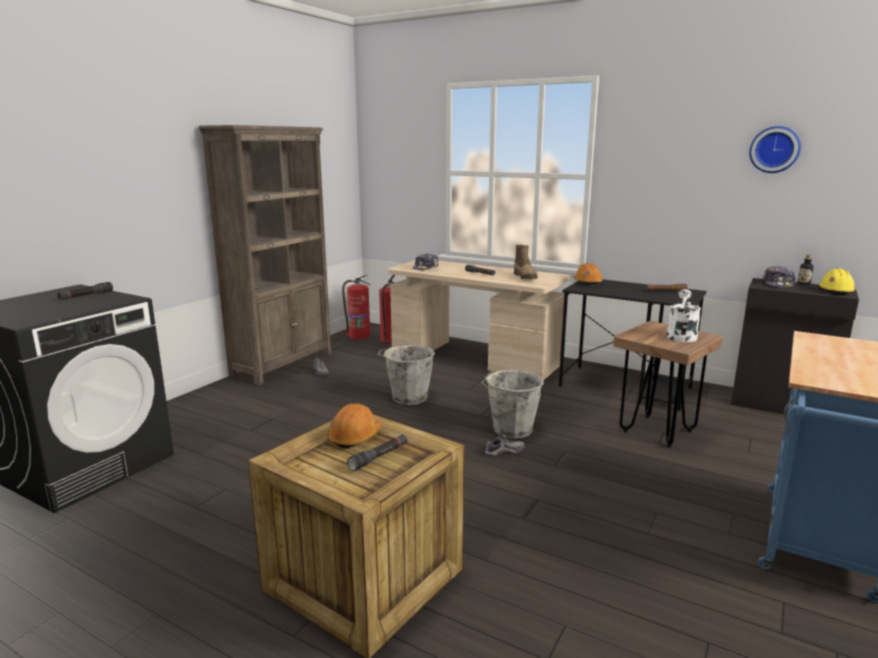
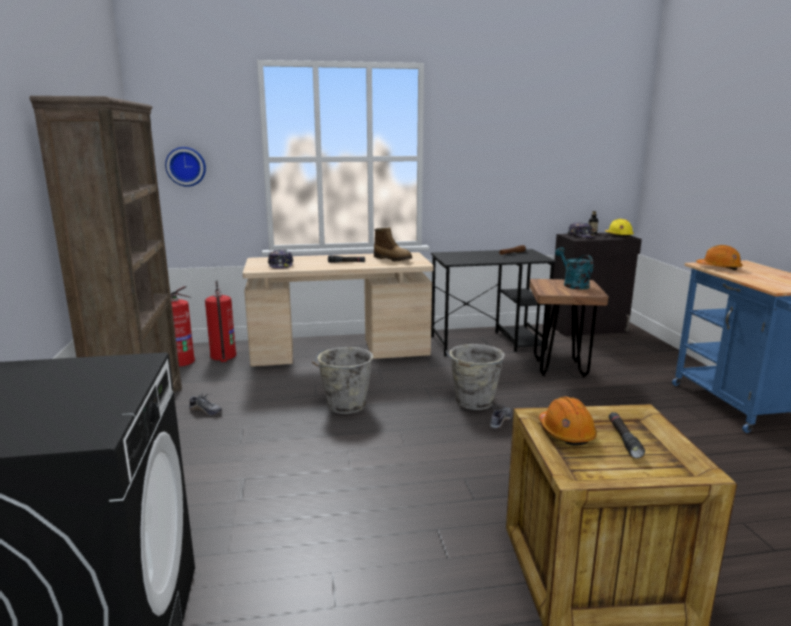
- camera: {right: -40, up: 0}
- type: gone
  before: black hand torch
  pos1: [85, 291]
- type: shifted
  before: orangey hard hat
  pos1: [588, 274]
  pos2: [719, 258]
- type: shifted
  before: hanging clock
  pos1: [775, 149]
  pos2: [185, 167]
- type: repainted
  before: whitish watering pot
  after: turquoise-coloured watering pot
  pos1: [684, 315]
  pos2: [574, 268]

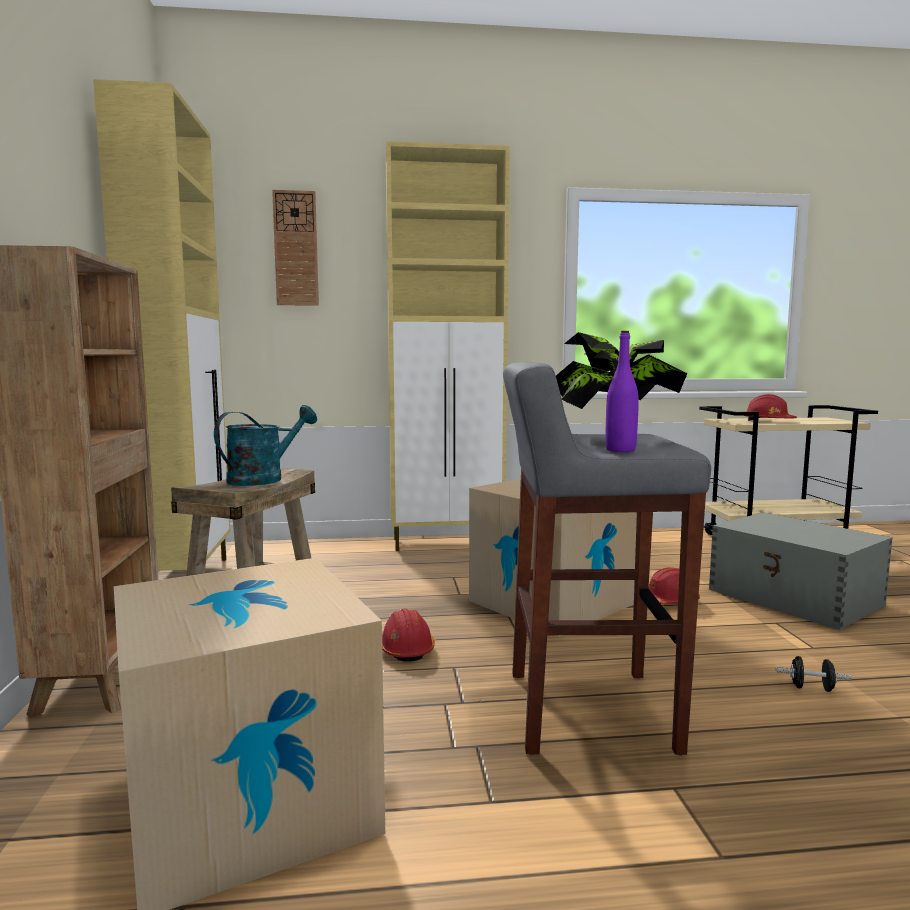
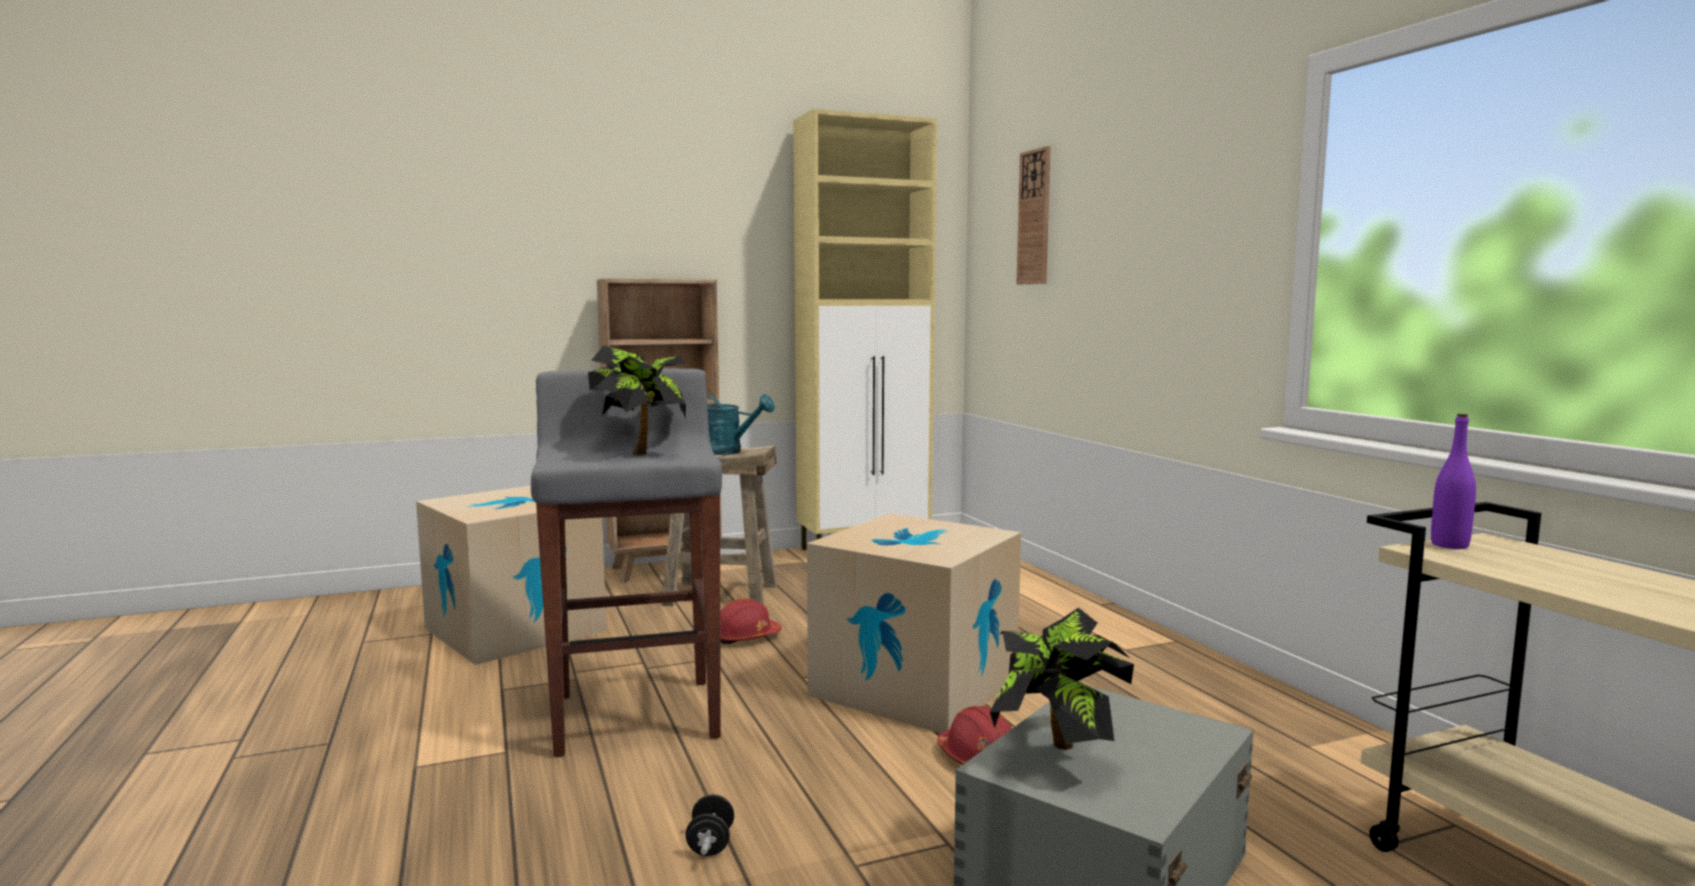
- camera: {right: 75, up: 0}
- type: gone
  before: sand-coloured cabinet
  pos1: [448, 346]
- type: gone
  before: red hard hat
  pos1: [770, 407]
- type: new
  after: potted plant
  pos2: [1062, 679]
- type: shifted
  before: purplish beverage bottle
  pos1: [622, 391]
  pos2: [1453, 481]

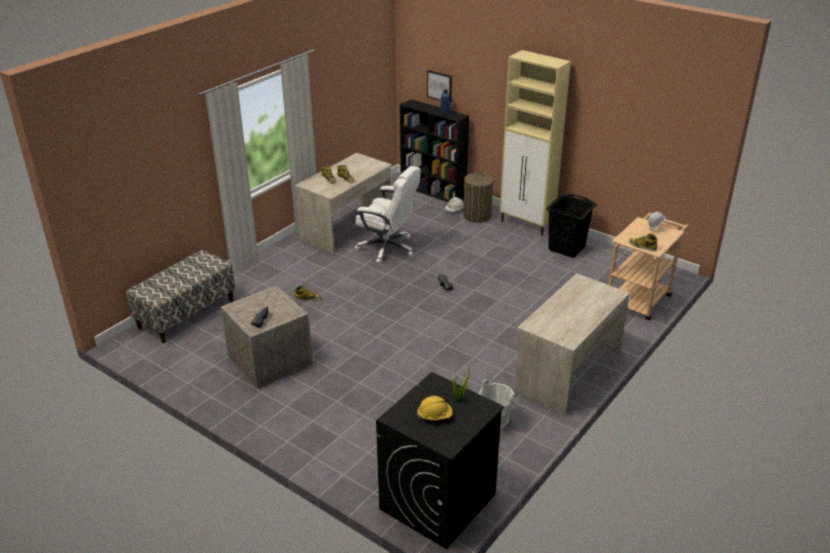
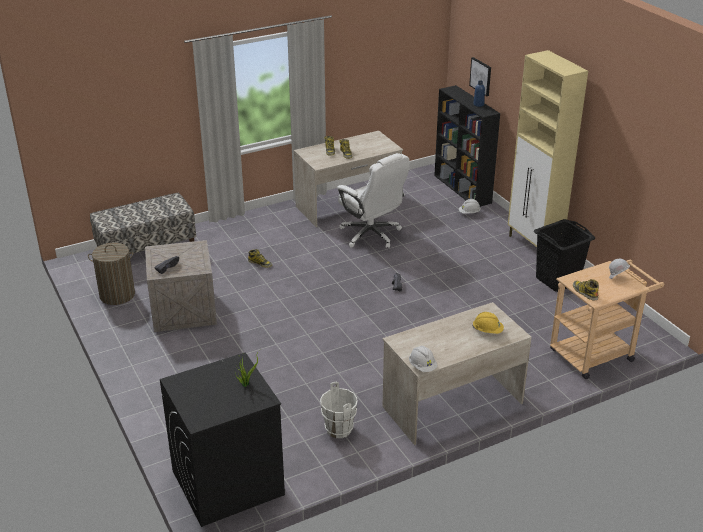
- camera: {right: 25, up: 0}
- type: new
  after: whitish hard hat
  pos2: [423, 359]
- type: shifted
  before: yellowish hard hat
  pos1: [434, 408]
  pos2: [488, 323]
- type: shifted
  before: hamper
  pos1: [479, 198]
  pos2: [111, 274]

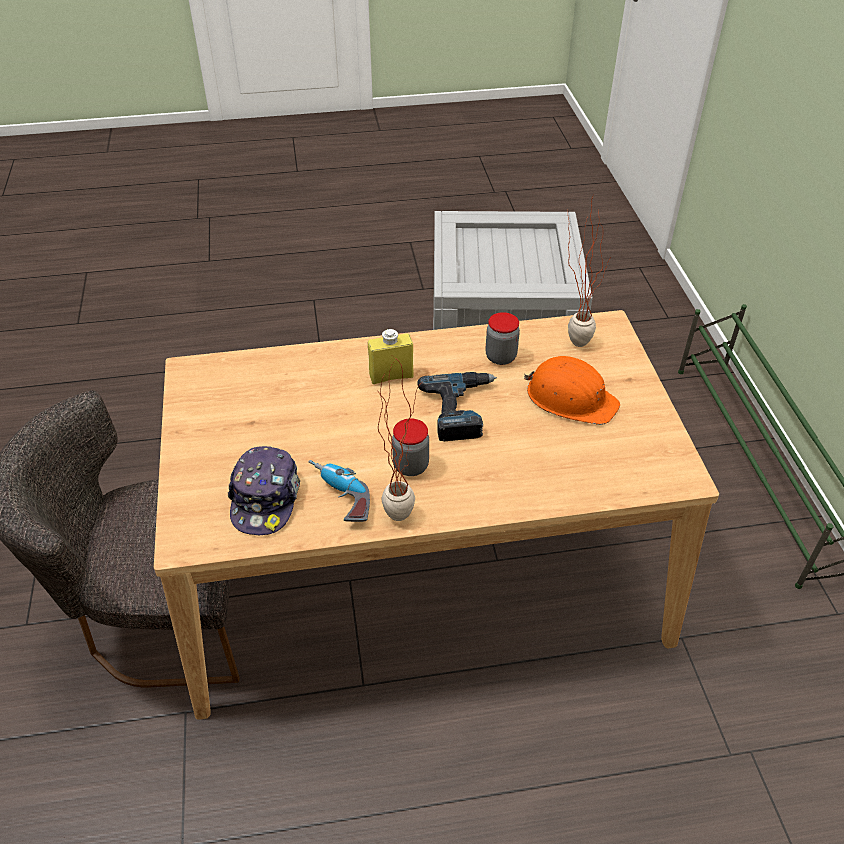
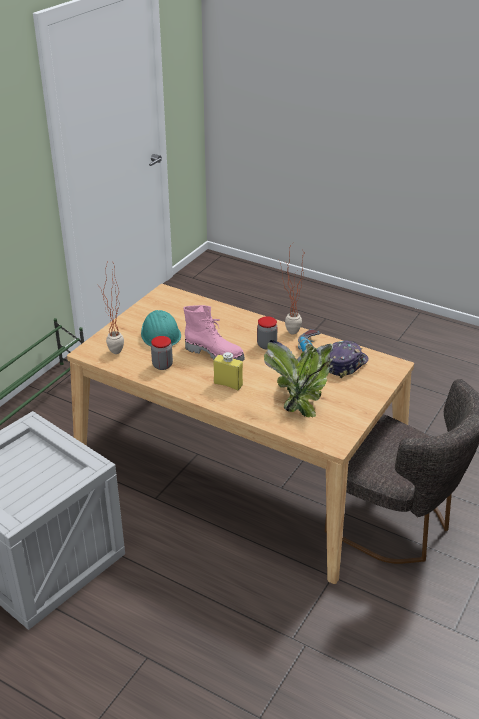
- camera: {right: -140, up: -10}
- type: new
  after: potted plant
  pos2: [299, 378]
- type: swapped
  before: drill
  after: pink boot
  pos1: [457, 406]
  pos2: [214, 333]
- type: repainted
  before: orangey hard hat
  after: turquoise-coloured hard hat
  pos1: [572, 390]
  pos2: [161, 328]

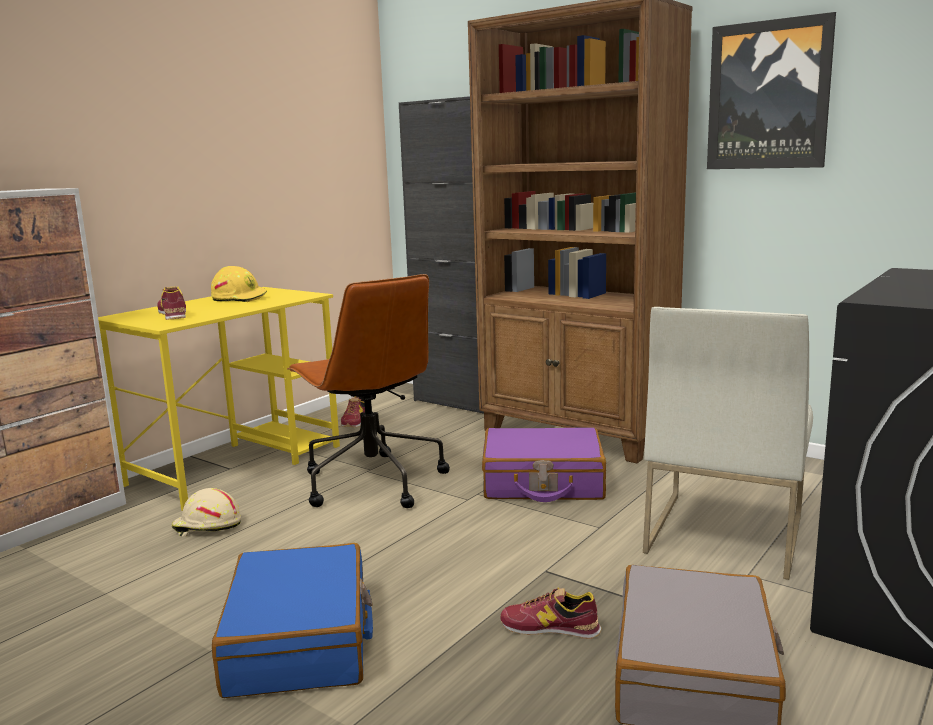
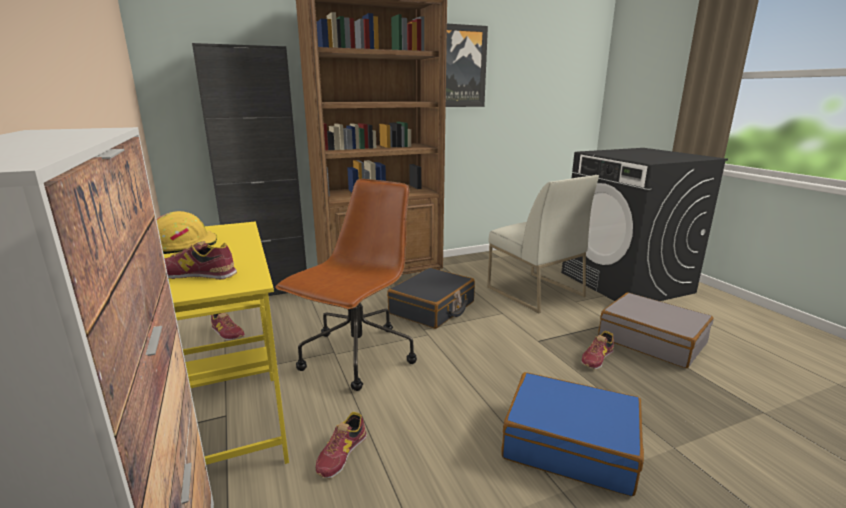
- camera: {right: -60, up: 5}
- type: swapped
  before: sand-coloured hard hat
  after: item of footwear
  pos1: [206, 512]
  pos2: [341, 445]
- type: repainted
  before: purplish suitcase
  after: black suitcase
  pos1: [544, 465]
  pos2: [431, 298]
- type: rotated
  before: brown-coloured computer chair
  pos1: [368, 391]
  pos2: [346, 285]
  turn: -60

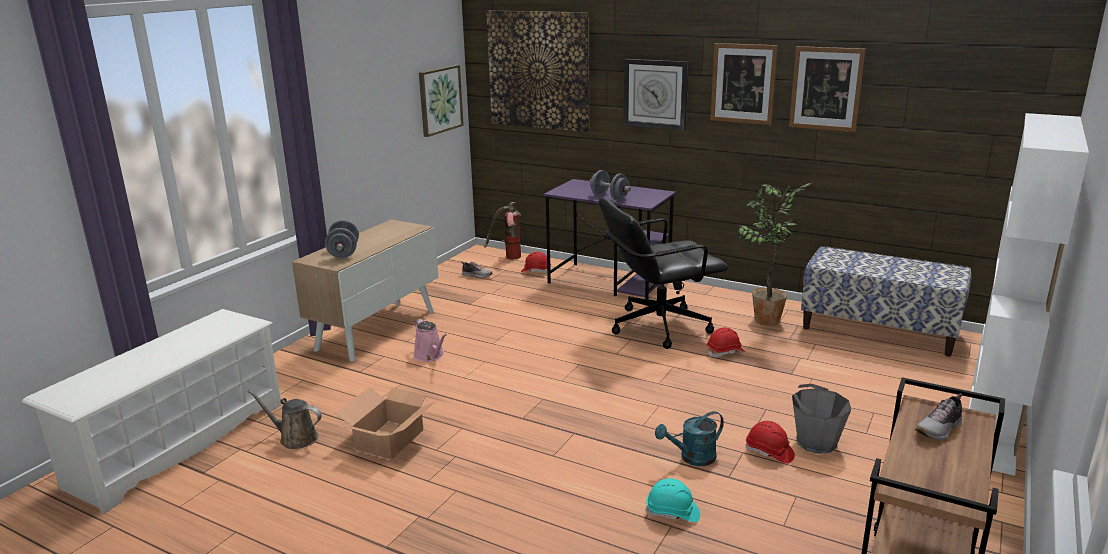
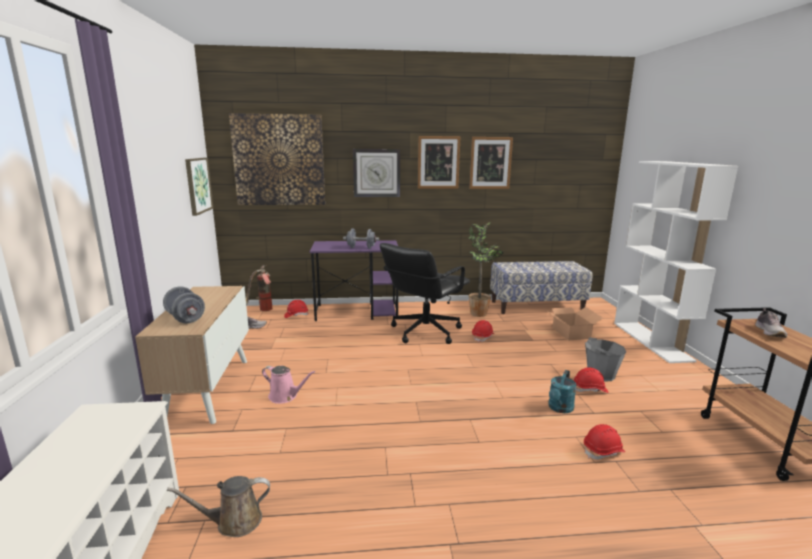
- camera: {right: -35, up: -5}
- type: shifted
  before: cardboard box
  pos1: [385, 423]
  pos2: [574, 324]
- type: repainted
  before: turquoise-coloured hard hat
  after: red hard hat
  pos1: [672, 500]
  pos2: [604, 442]

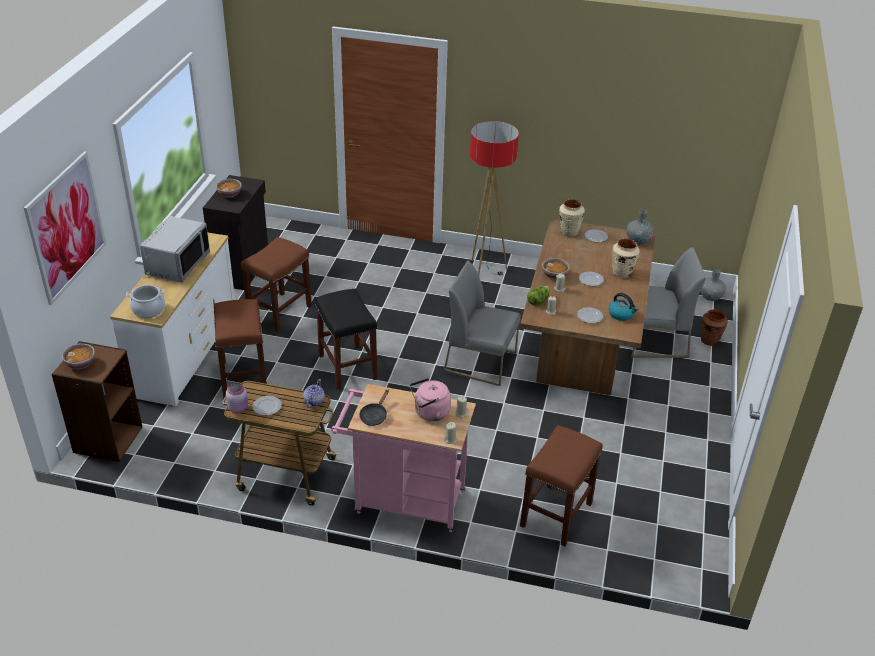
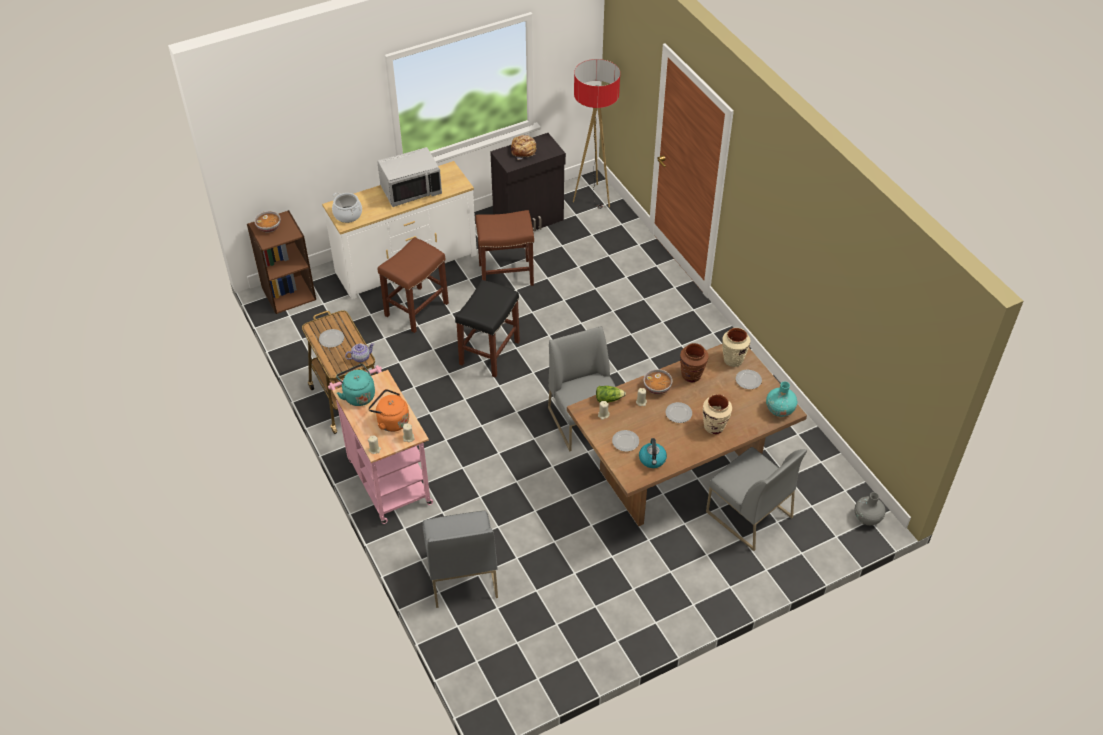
- camera: {right: 50, up: 10}
- type: gone
  before: wall picture
  pos1: [65, 228]
- type: gone
  before: pink jar
  pos1: [237, 398]
- type: shifted
  before: standing lamp
  pos1: [494, 198]
  pos2: [596, 134]
- type: shifted
  before: brown-coloured vase
  pos1: [714, 327]
  pos2: [694, 362]
- type: swapped
  before: deep dish
  after: bakery bread
  pos1: [229, 188]
  pos2: [524, 147]
- type: swapped
  before: black skillet
  after: turquoise-coloured kettle
  pos1: [374, 408]
  pos2: [355, 385]
- type: swapped
  before: brown-coloured stool seat
  after: grey chair
  pos1: [561, 485]
  pos2: [460, 559]
- type: repainted
  before: pink kettle
  after: orangey kettle
  pos1: [430, 399]
  pos2: [389, 410]
- type: repainted
  before: grey vase
  after: turquoise-coloured vase
  pos1: [640, 227]
  pos2: [782, 399]

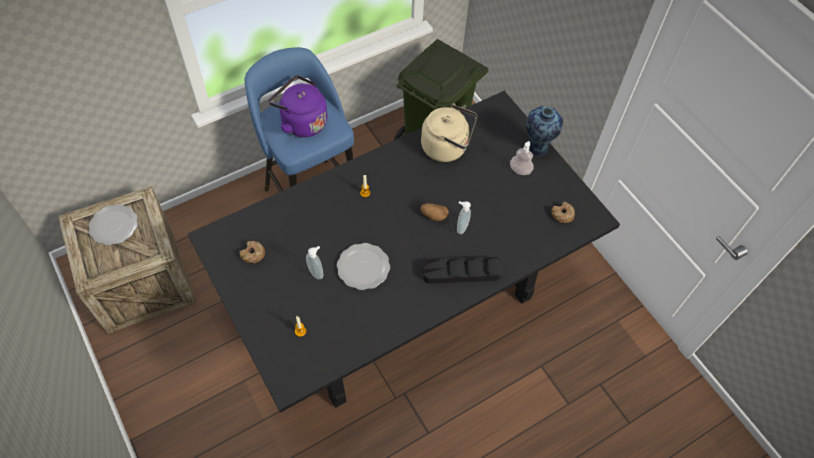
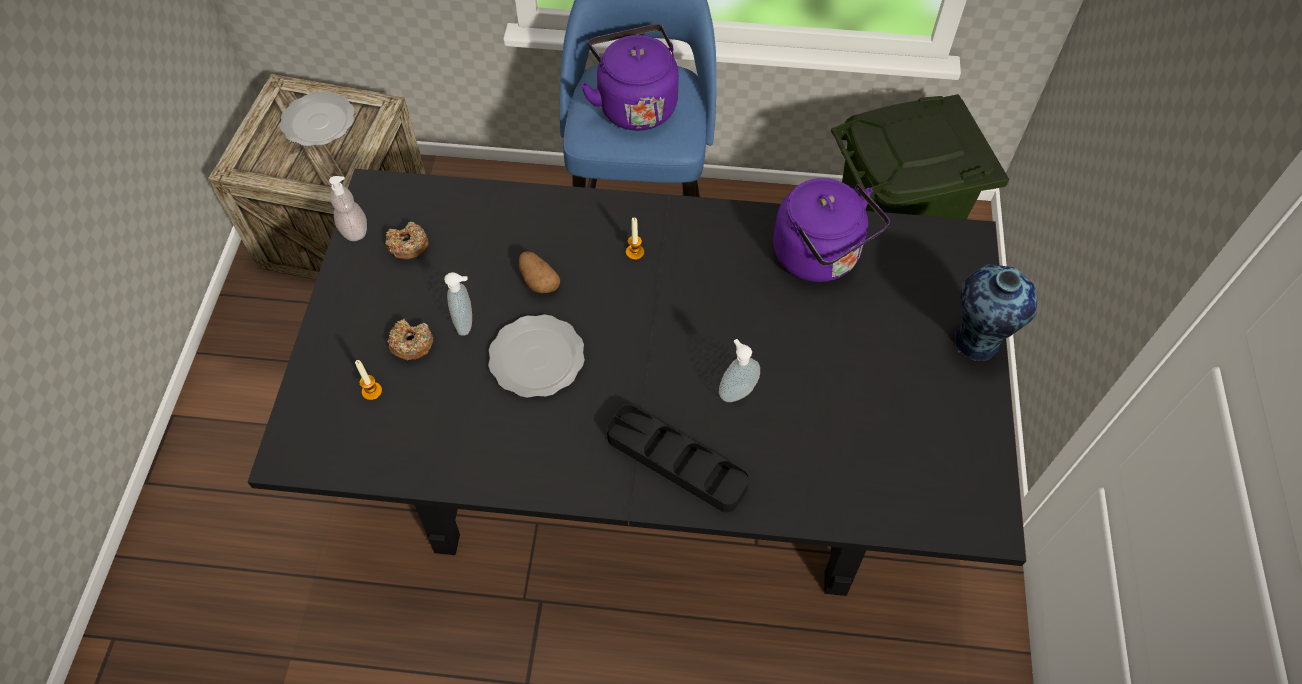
- camera: {right: 40, up: 0}
- type: shifted
  before: whole potato
  pos1: [435, 212]
  pos2: [539, 272]
- type: shifted
  before: soap bottle
  pos1: [522, 158]
  pos2: [348, 208]
- type: shifted
  before: ring doughnut
  pos1: [563, 212]
  pos2: [410, 339]
- type: repainted
  before: sand-coloured kettle
  after: purplish kettle
  pos1: [449, 132]
  pos2: [831, 230]

